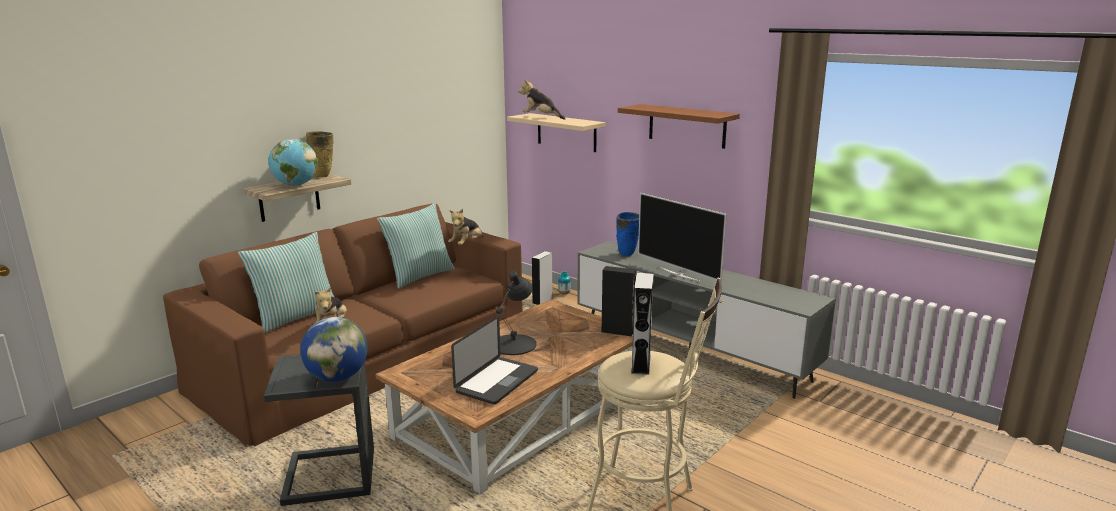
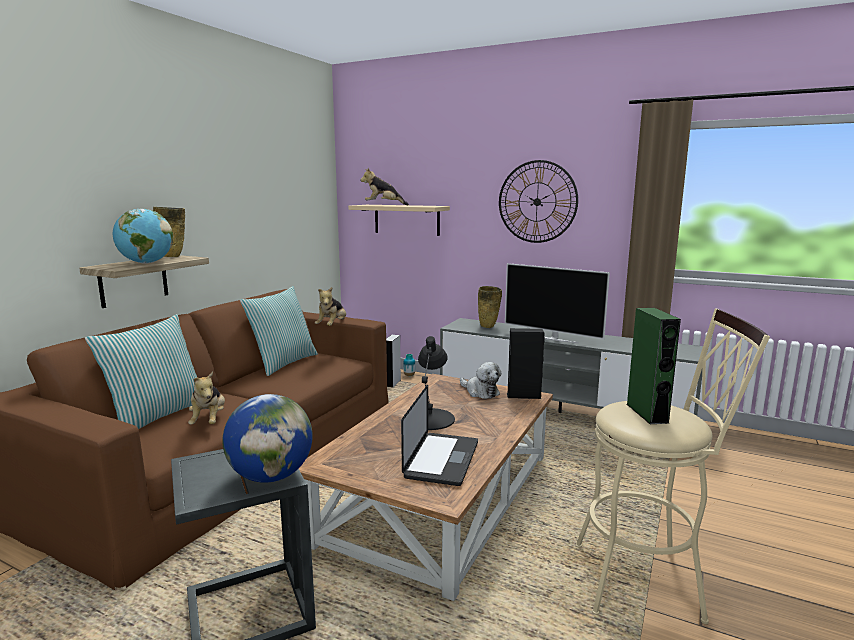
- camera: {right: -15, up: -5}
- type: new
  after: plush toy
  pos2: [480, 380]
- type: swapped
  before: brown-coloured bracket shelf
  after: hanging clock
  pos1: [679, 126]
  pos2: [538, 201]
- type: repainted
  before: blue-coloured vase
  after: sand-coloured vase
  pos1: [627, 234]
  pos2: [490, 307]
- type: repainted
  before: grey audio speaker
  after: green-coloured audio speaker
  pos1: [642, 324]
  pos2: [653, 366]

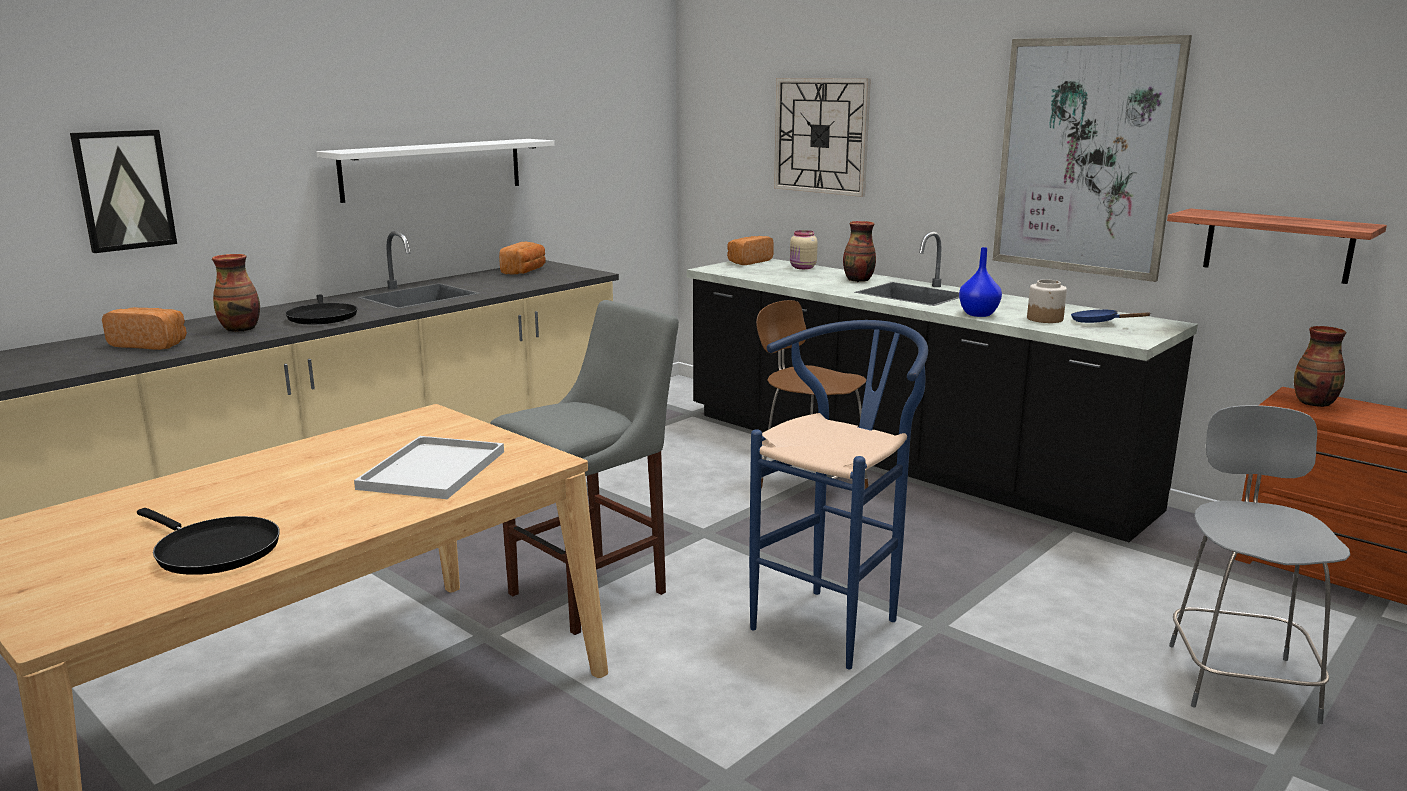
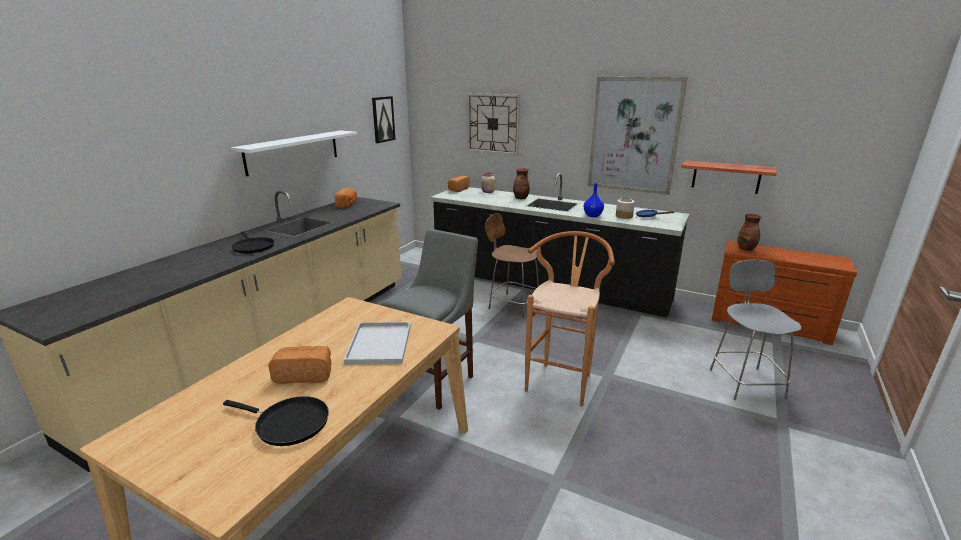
- camera: {right: -15, up: 5}
- type: gone
  before: vase
  pos1: [236, 293]
- type: shifted
  before: wall picture
  pos1: [123, 191]
  pos2: [383, 119]
- type: shifted
  before: bakery bread
  pos1: [144, 328]
  pos2: [300, 365]
- type: repainted
  before: blue-coloured stool seat
  after: brown-coloured stool seat
  pos1: [838, 494]
  pos2: [570, 319]

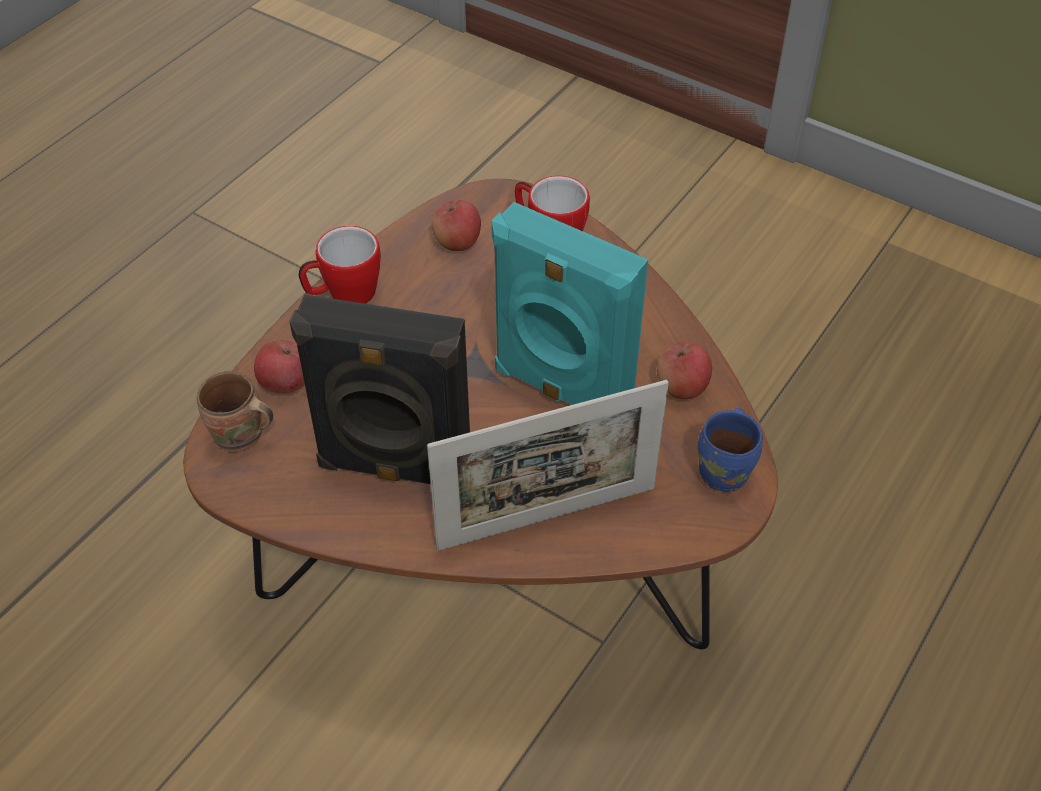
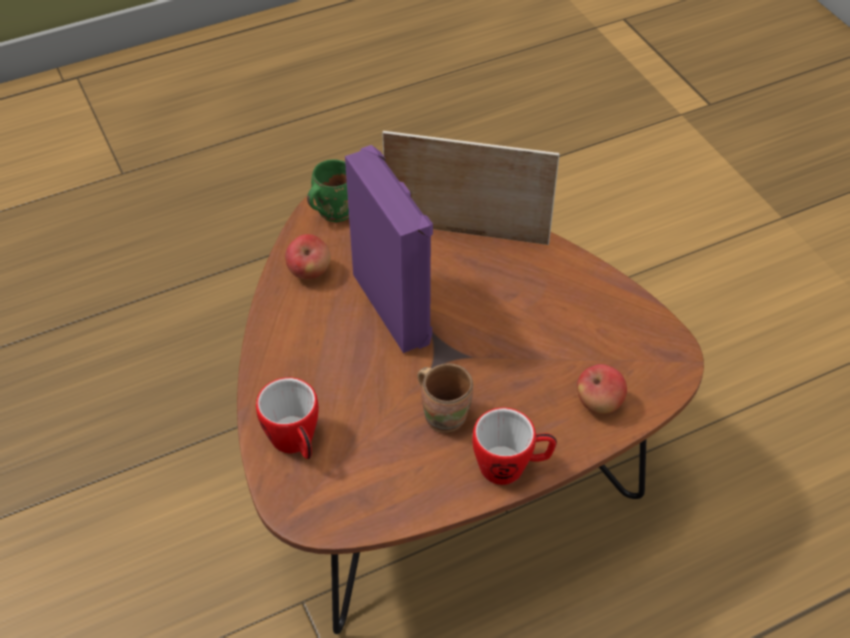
- camera: {right: -150, up: 0}
- type: gone
  before: black audio speaker
  pos1: [379, 389]
- type: gone
  before: whole apple
  pos1: [456, 225]
- type: shifted
  before: brown-coloured coffee mug
  pos1: [235, 411]
  pos2: [445, 397]
- type: repainted
  before: turquoise-coloured audio speaker
  after: purplish audio speaker
  pos1: [570, 303]
  pos2: [389, 249]
- type: repainted
  before: blue-coloured coffee mug
  after: green-coloured coffee mug
  pos1: [730, 450]
  pos2: [328, 190]

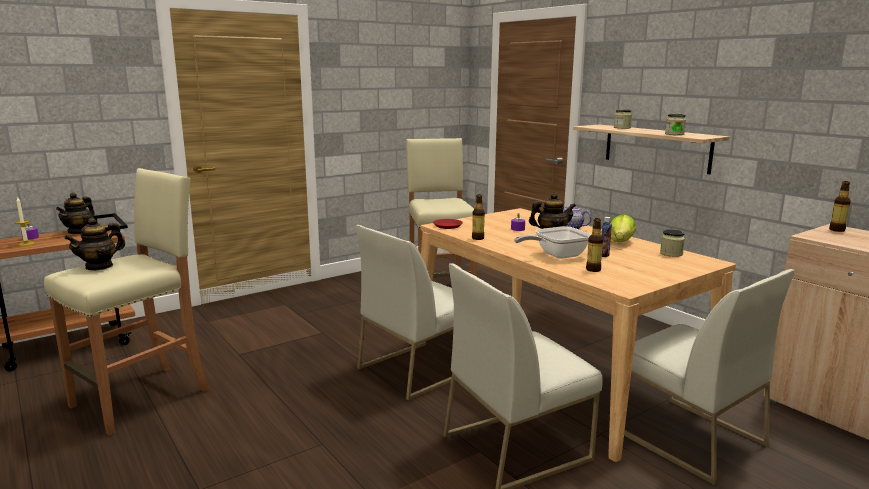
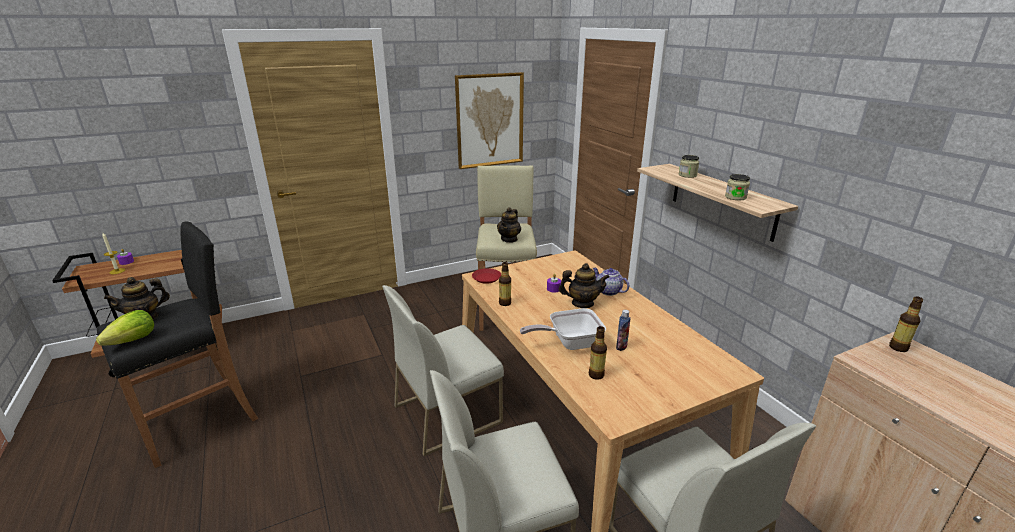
- camera: {right: 10, up: 10}
- type: gone
  before: jar
  pos1: [672, 243]
- type: new
  after: wall picture
  pos2: [489, 120]
- type: shifted
  before: tea pot
  pos1: [75, 213]
  pos2: [509, 225]
- type: shifted
  before: head of lettuce
  pos1: [623, 228]
  pos2: [125, 328]
- type: repainted
  before: sand-coloured stool seat
  after: black stool seat
  pos1: [126, 301]
  pos2: [177, 345]

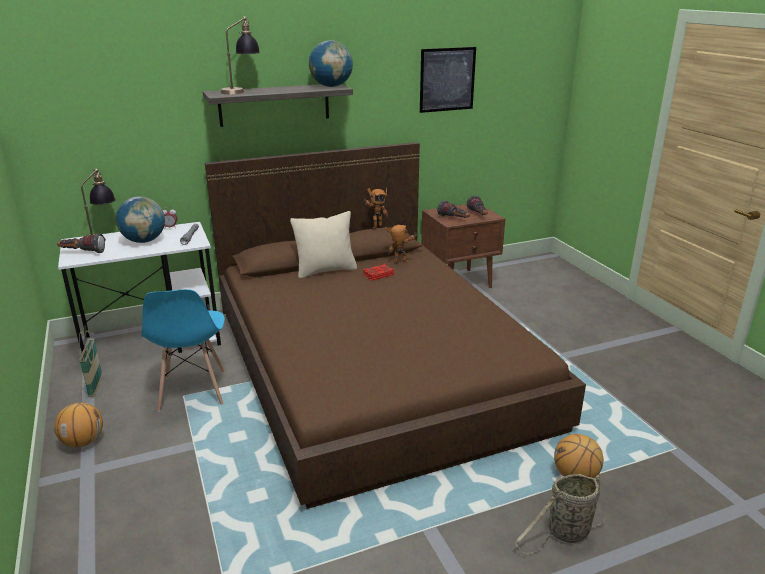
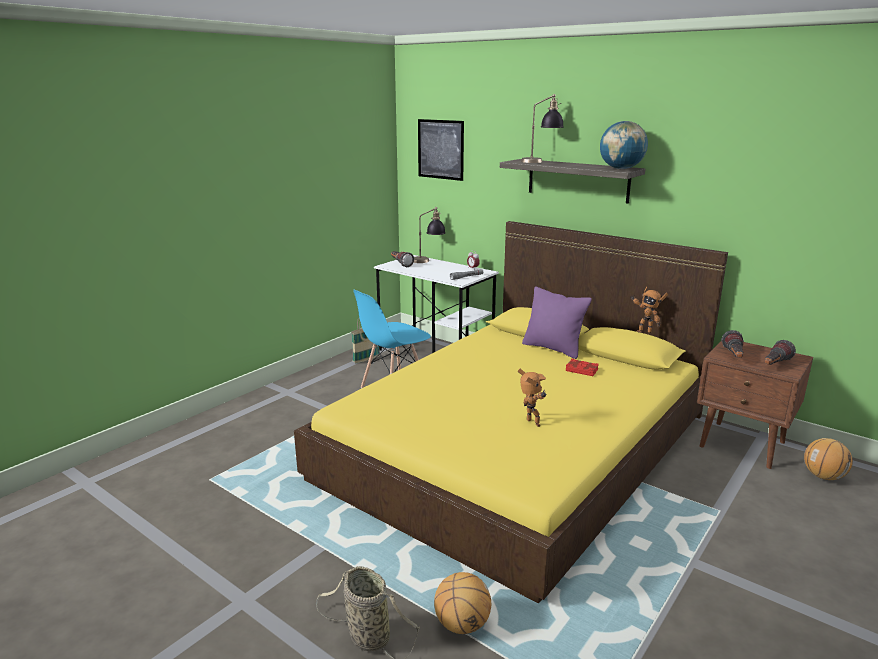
- camera: {right: 60, up: -5}
- type: gone
  before: desk globe
  pos1: [140, 219]
- type: shifted
  before: basketball
  pos1: [78, 425]
  pos2: [828, 459]
- type: shifted
  before: robot figure
  pos1: [401, 244]
  pos2: [532, 398]
- type: shifted
  before: wall picture
  pos1: [448, 80]
  pos2: [441, 150]
- type: repainted
  before: brown-coloured bed
  after: yellowish bed
  pos1: [395, 325]
  pos2: [511, 412]
- type: repainted
  before: sand-coloured throw pillow
  after: purplish throw pillow
  pos1: [323, 244]
  pos2: [557, 322]

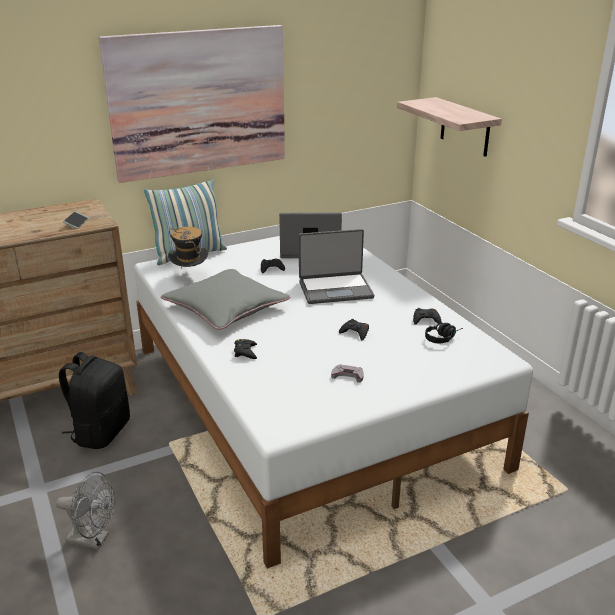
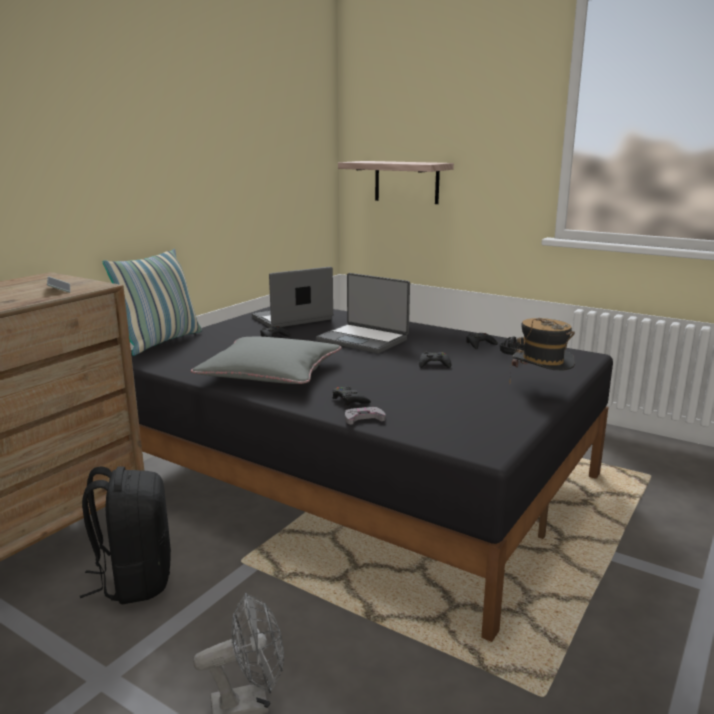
- camera: {right: -30, up: -10}
- type: gone
  before: wall picture
  pos1: [192, 104]
- type: shifted
  before: clothing hat
  pos1: [188, 248]
  pos2: [542, 344]
- type: shifted
  before: grey gamepad
  pos1: [347, 373]
  pos2: [365, 415]
- type: repainted
  before: whitish bed
  after: black bed
  pos1: [333, 402]
  pos2: [372, 474]
- type: rotated
  before: portable computer
  pos1: [336, 266]
  pos2: [363, 313]
  turn: 75

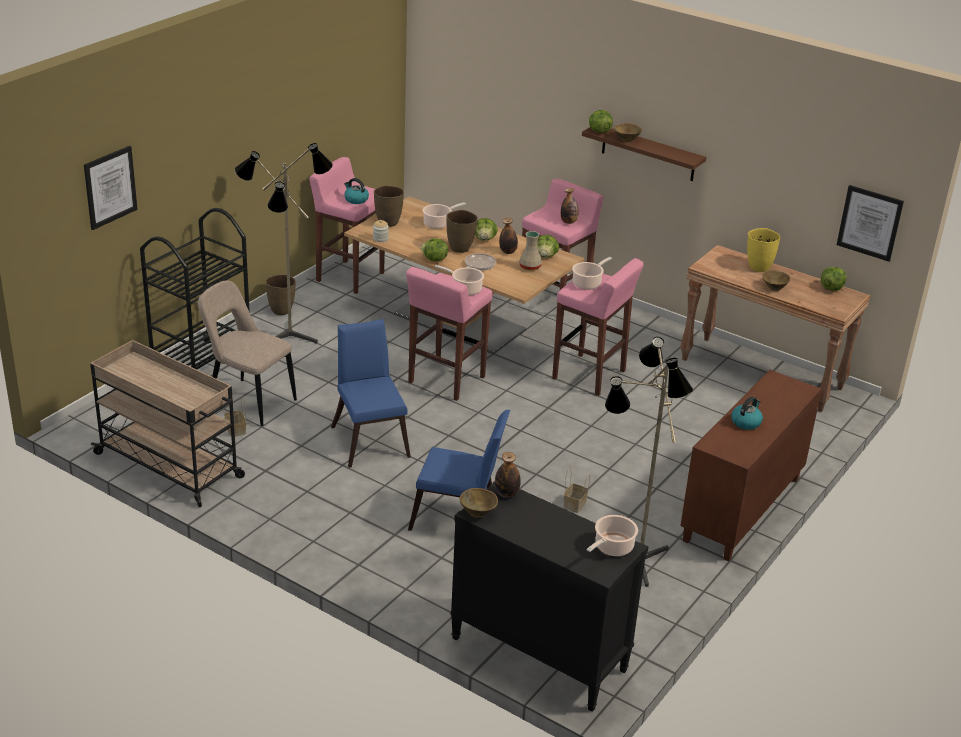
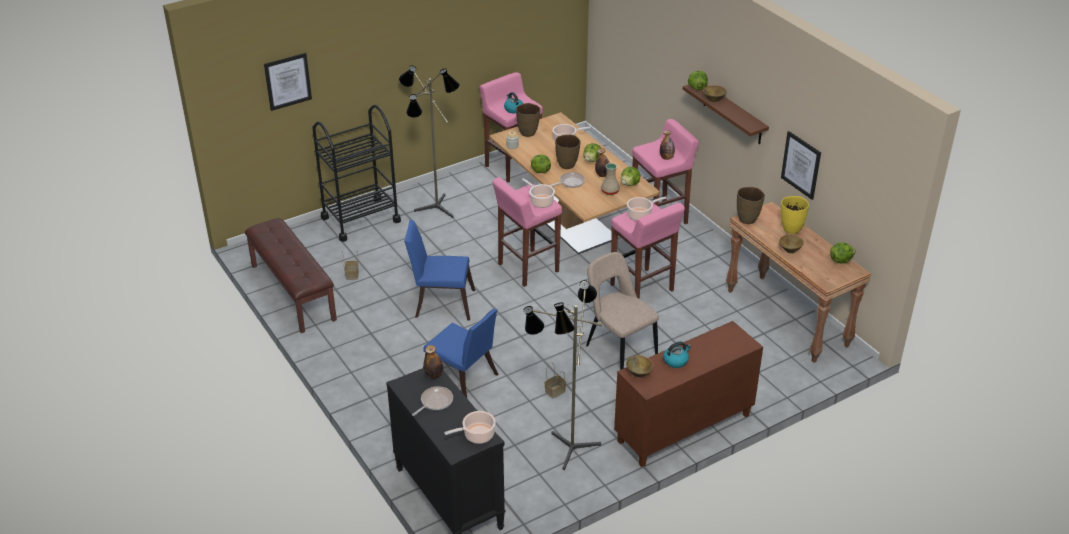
- camera: {right: 25, up: 5}
- type: new
  after: skillet
  pos2: [432, 401]
- type: shifted
  before: sand-coloured chair
  pos1: [247, 353]
  pos2: [622, 311]
- type: shifted
  before: brown-coloured vase
  pos1: [281, 294]
  pos2: [751, 205]
- type: shifted
  before: brown-coloured deep dish
  pos1: [479, 502]
  pos2: [640, 366]
- type: shifted
  before: wall picture
  pos1: [870, 223]
  pos2: [801, 165]
- type: swapped
  before: sand-coloured cart
  after: brown-coloured bench
  pos1: [167, 423]
  pos2: [291, 275]
- type: rotated
  before: blue-coloured chair
  pos1: [371, 393]
  pos2: [439, 270]
  turn: -90

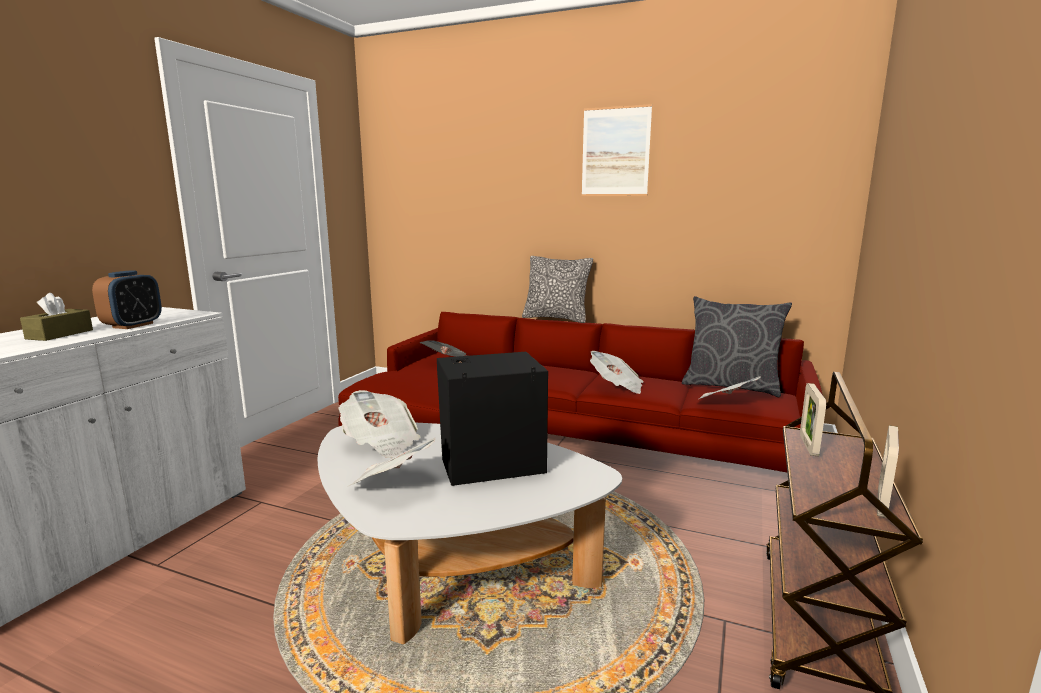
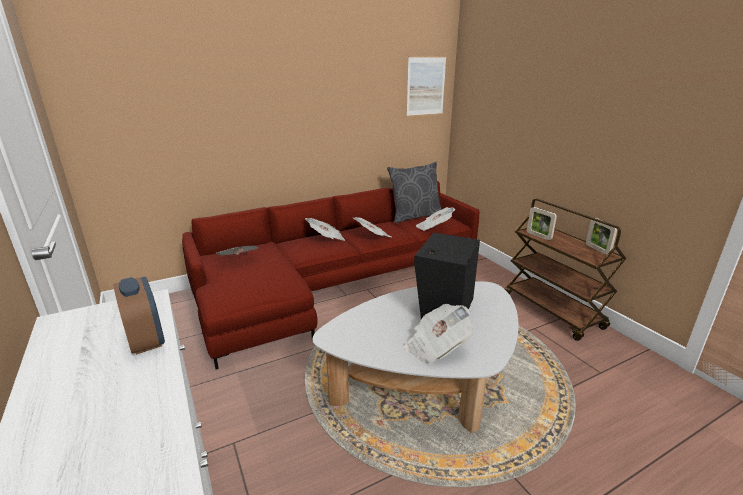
- camera: {right: -50, up: 10}
- type: gone
  before: brown-coloured tissue box
  pos1: [56, 317]
- type: gone
  before: throw pillow
  pos1: [557, 289]
- type: shifted
  before: daily paper
  pos1: [379, 424]
  pos2: [325, 229]
- type: shifted
  before: wall picture
  pos1: [617, 150]
  pos2: [426, 86]

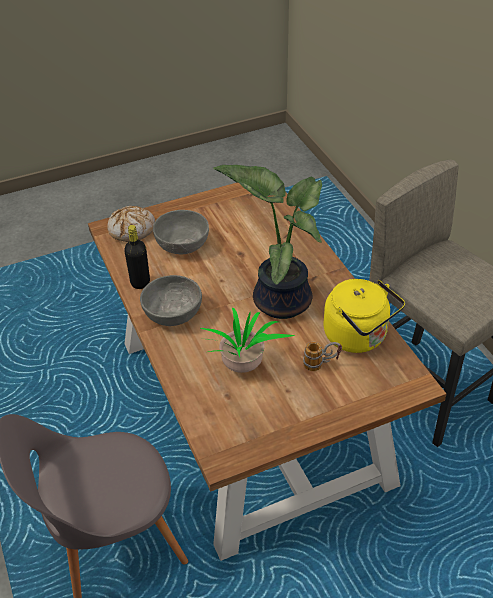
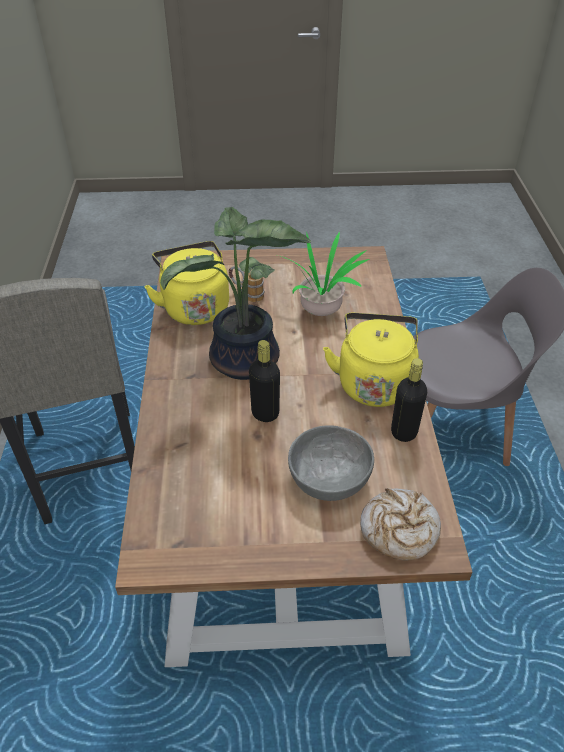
- camera: {right: -160, up: 0}
- type: new
  after: black beverage bottle
  pos2: [264, 381]
- type: swapped
  before: grey deep dish
  after: yellowish kettle
  pos1: [171, 300]
  pos2: [371, 360]

